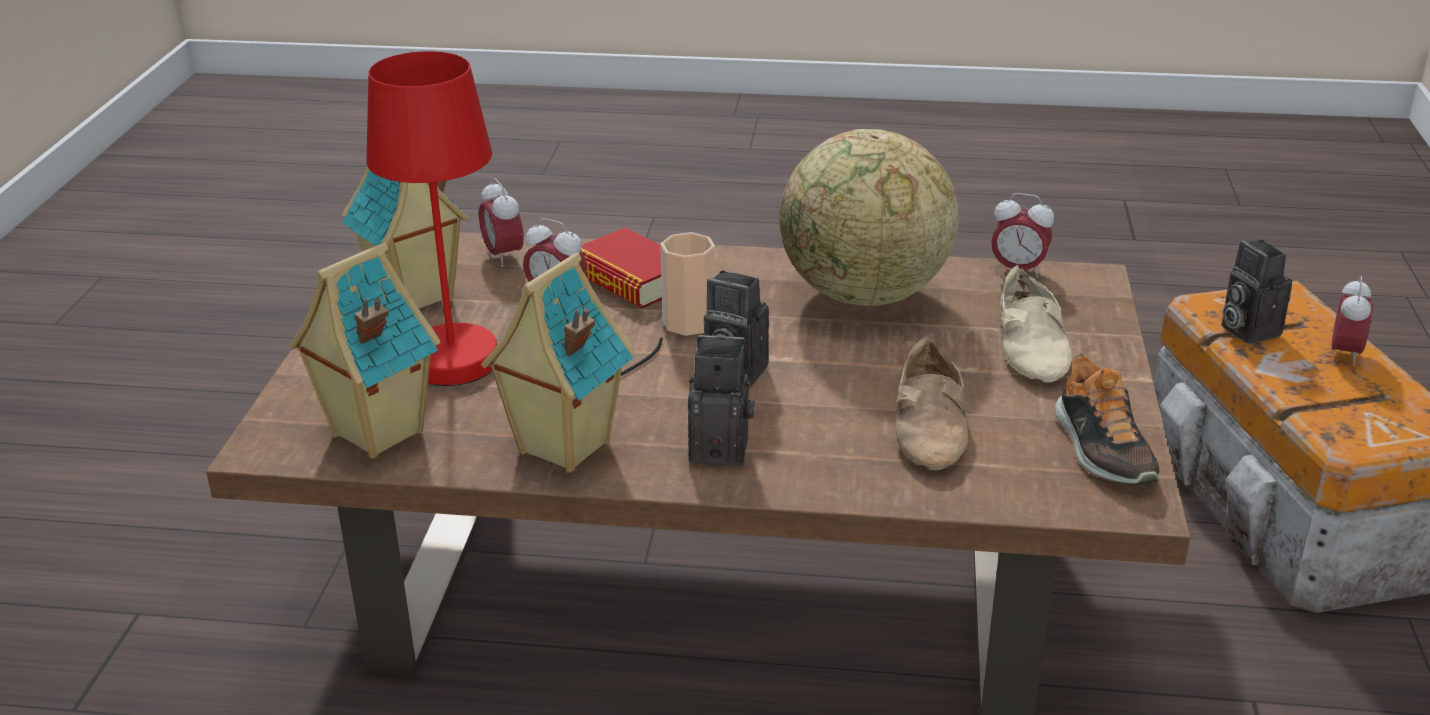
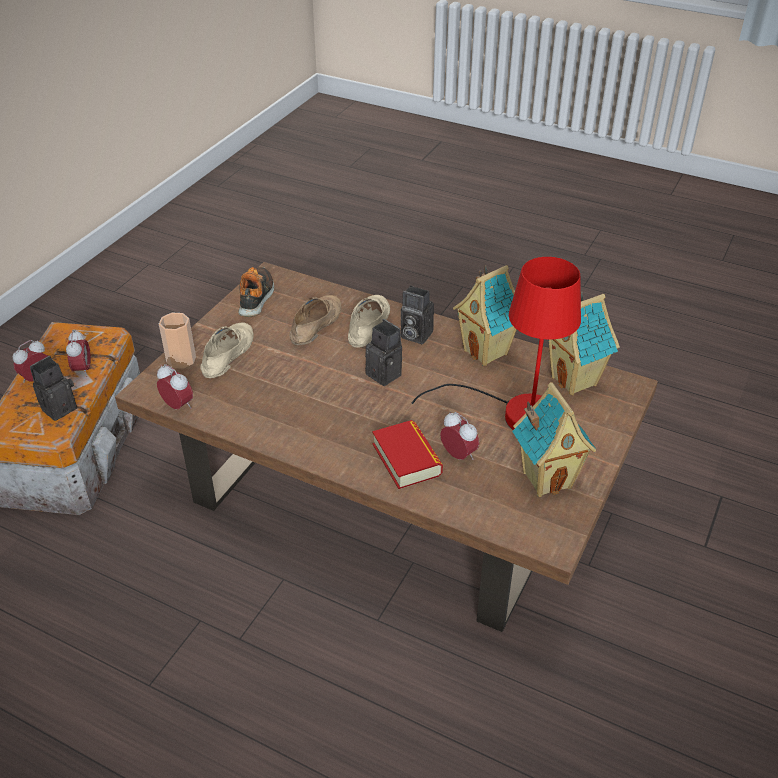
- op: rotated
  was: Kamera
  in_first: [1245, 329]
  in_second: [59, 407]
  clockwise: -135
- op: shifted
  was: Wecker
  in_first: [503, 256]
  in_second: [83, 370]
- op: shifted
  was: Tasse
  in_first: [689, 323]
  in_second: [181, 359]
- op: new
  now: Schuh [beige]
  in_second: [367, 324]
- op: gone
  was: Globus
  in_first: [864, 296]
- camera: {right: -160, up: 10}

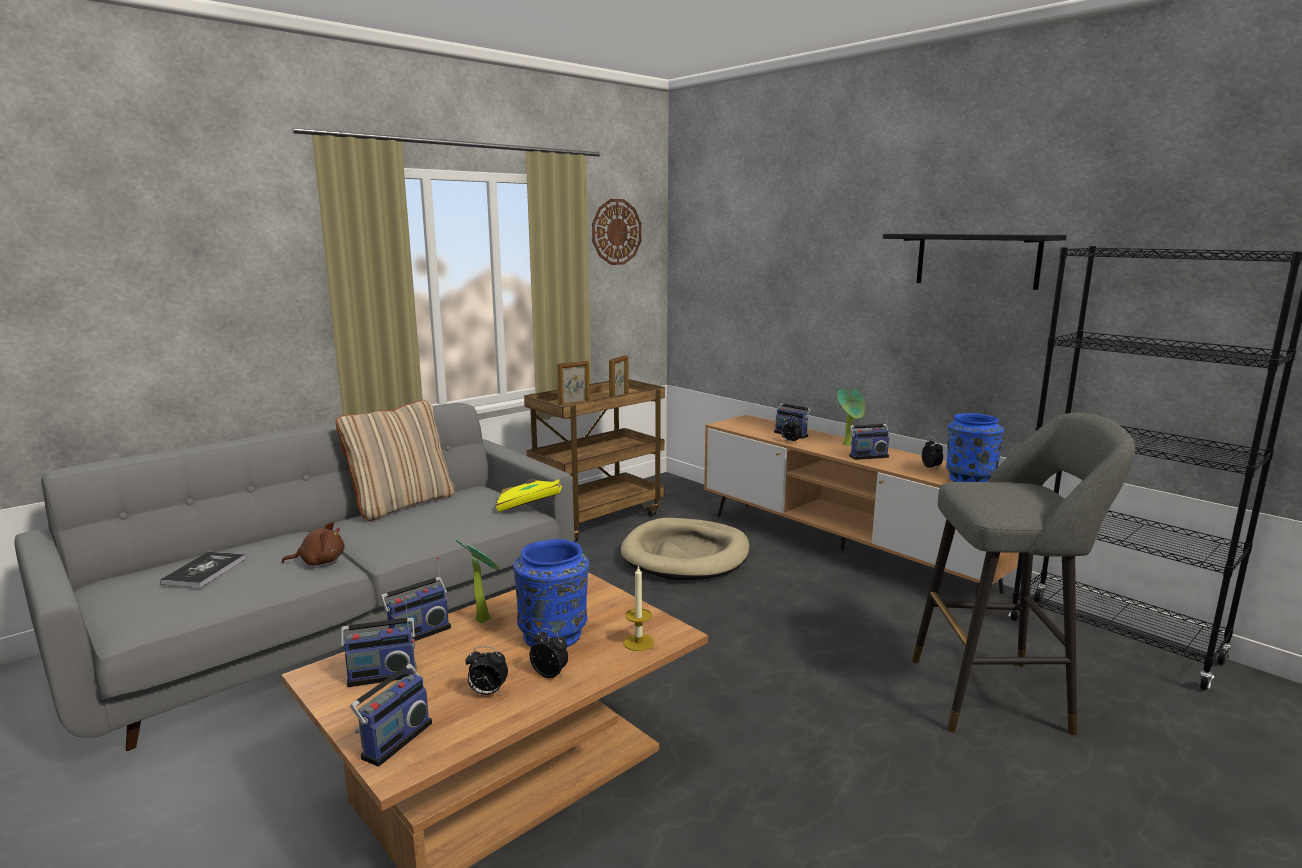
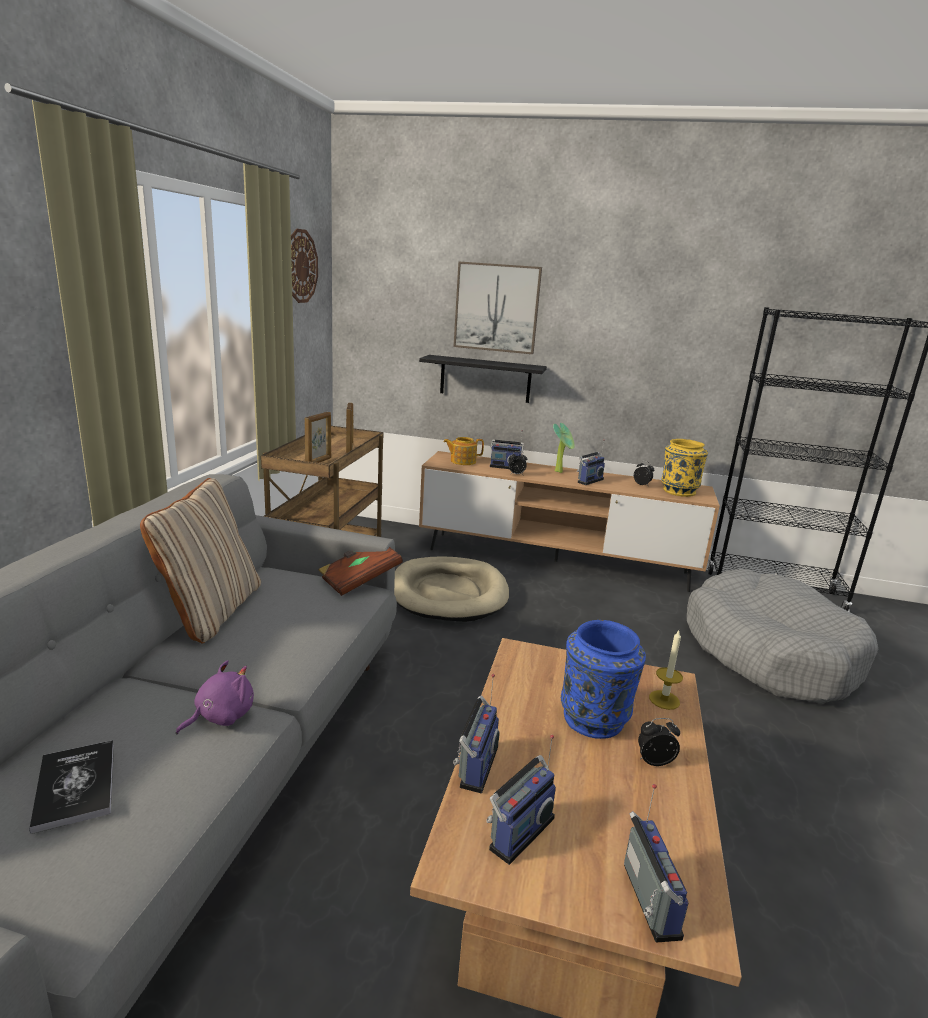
- op: repainted
  was: Plüschtier [braun]
  now: Plüschtier [lila]
  in_first: [320, 562]
  in_second: [221, 716]
- op: repainted
  was: Buch [gelb]
  now: Buch [braun]
  in_first: [531, 505]
  in_second: [360, 580]
- op: shifted
  was: Wandregal [schwarz]
  in_first: [977, 260]
  in_second: [485, 379]
- op: new
  now: Teekanne
  in_second: [462, 461]
- op: new
  now: Bild
  in_second: [497, 308]
- op: repainted
  was: Vase [blau]
  now: Vase [gelb]
  in_first: [969, 479]
  in_second: [678, 491]
- op: swapped
  was: Hocker [grau]
  now: Hundebett [grau]
  in_first: [998, 695]
  in_second: [769, 652]
- op: gone
  was: Topfpflanze
  in_first: [483, 618]
- op: gone
  was: Wecker
  in_first: [487, 693]
- camera: {right: -35, up: 5}

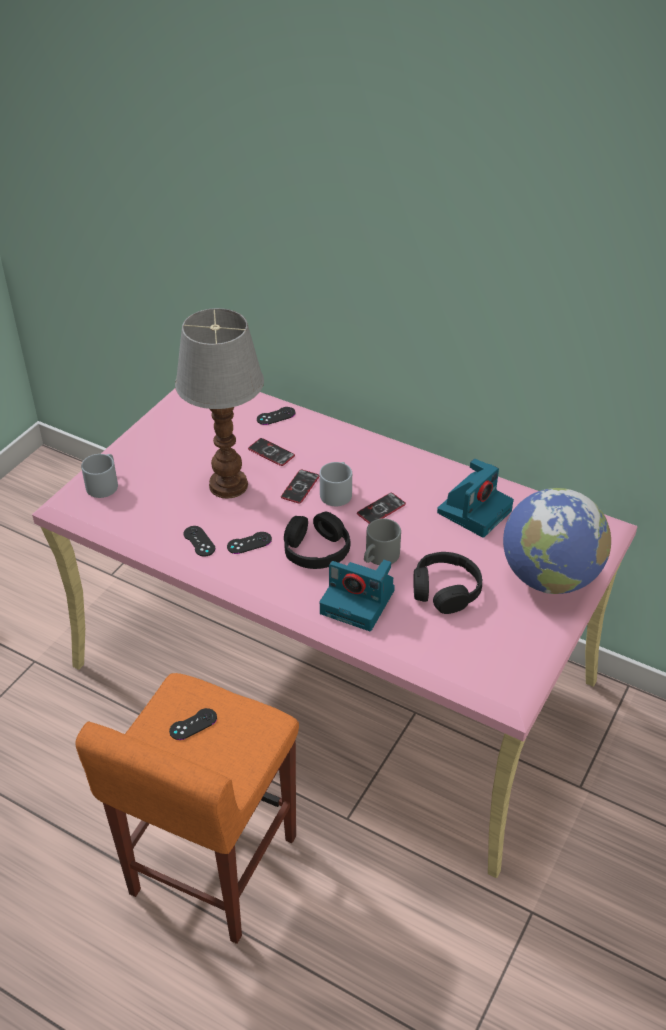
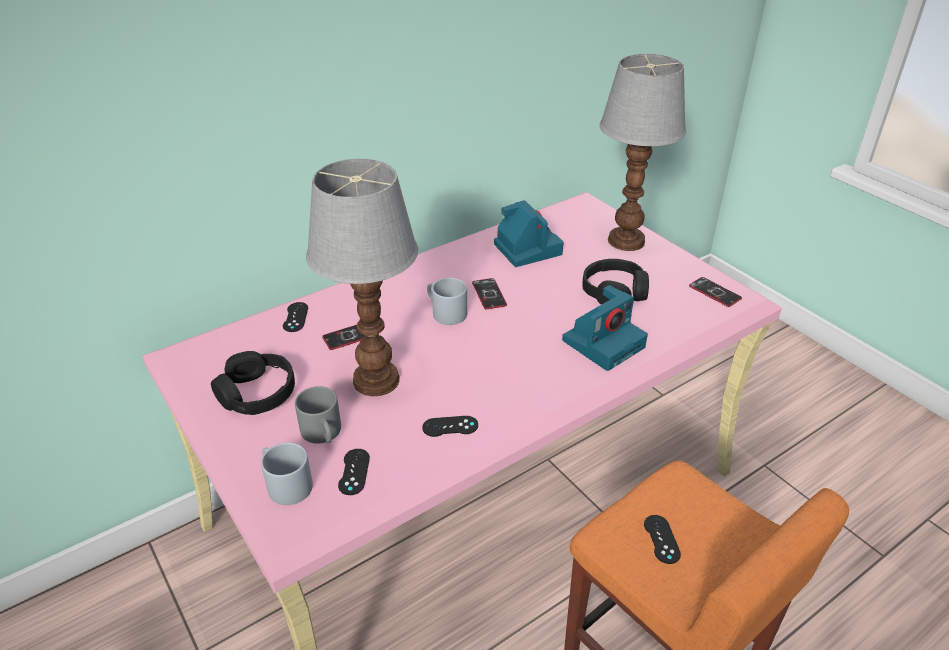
- op: shifted
  was: Kopfhörer [schwarz]
  in_first: [316, 550]
  in_second: [257, 393]
- op: shifted
  was: Henkelbecher [grau]
  in_first: [379, 557]
  in_second: [324, 433]
- op: shifted
  was: Gamepad [schwarz]
  in_first: [249, 543]
  in_second: [354, 472]
- op: swapped
  was: Globus
  now: Tischlampe
  in_first: [549, 577]
  in_second: [627, 240]
- op: shifted
  was: Handy
  in_first: [300, 487]
  in_second: [714, 292]
- camera: {right: -65, up: -5}

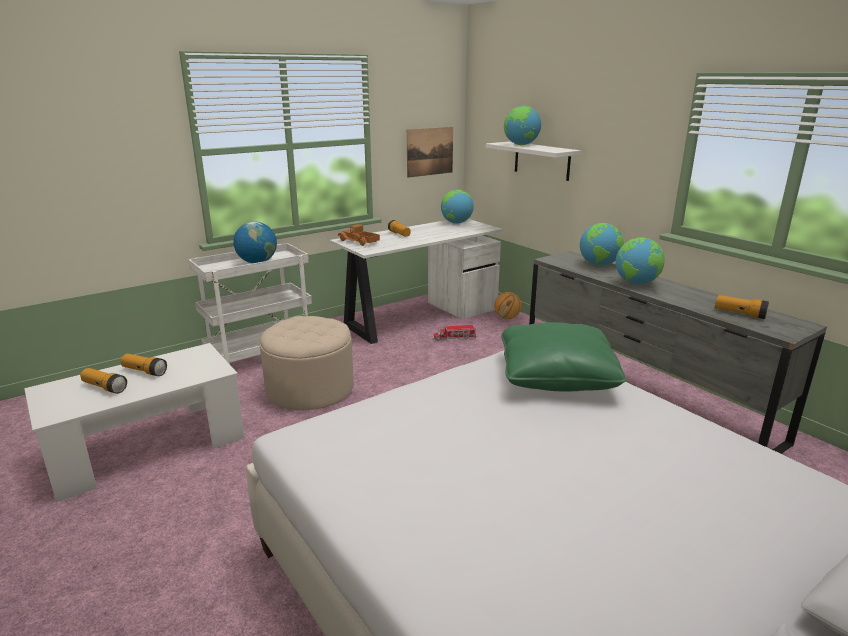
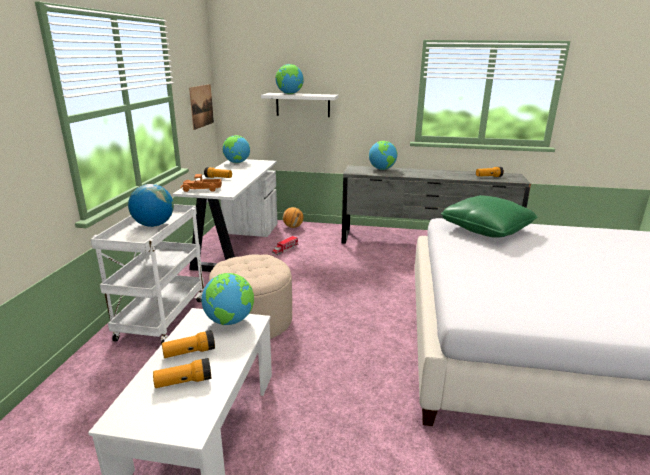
- op: shifted
  was: Globus
  in_first: [636, 283]
  in_second: [230, 321]
- camera: {right: -45, up: 0}

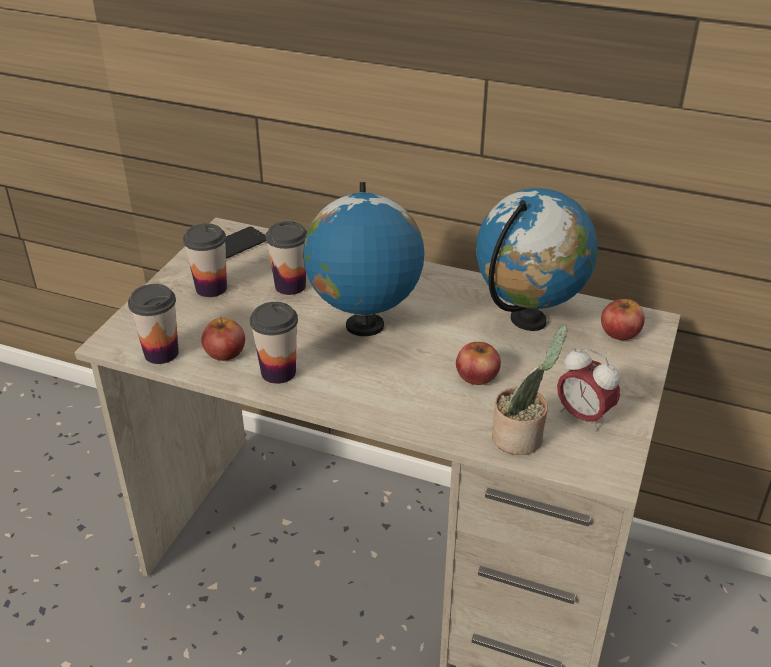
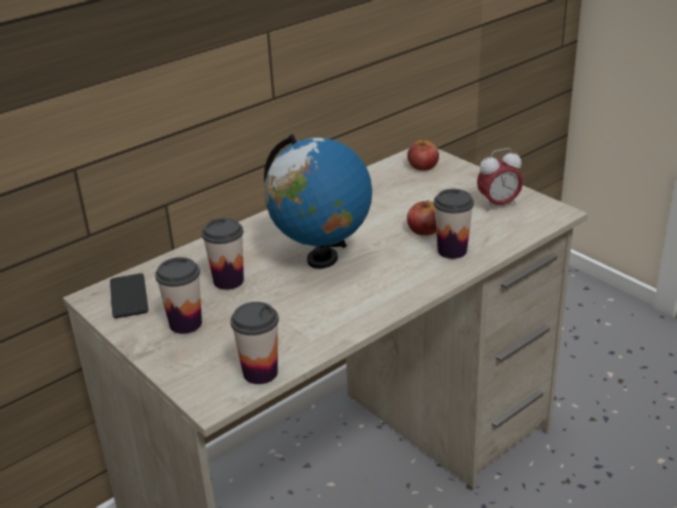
- op: shifted
  was: Tasse
  in_first: [278, 372]
  in_second: [452, 250]
- op: gone
  was: Apfel
  in_first: [225, 351]
- op: gone
  was: Globus
  in_first: [528, 320]
- op: gone
  was: Topfpflanze
  in_first: [521, 438]
- camera: {right: -60, up: -5}

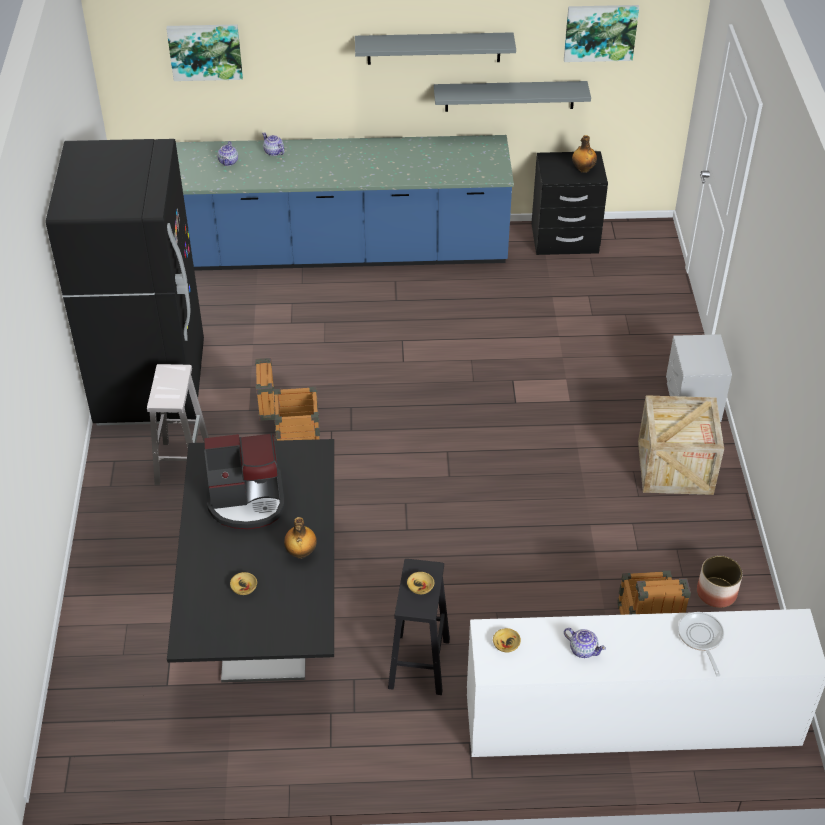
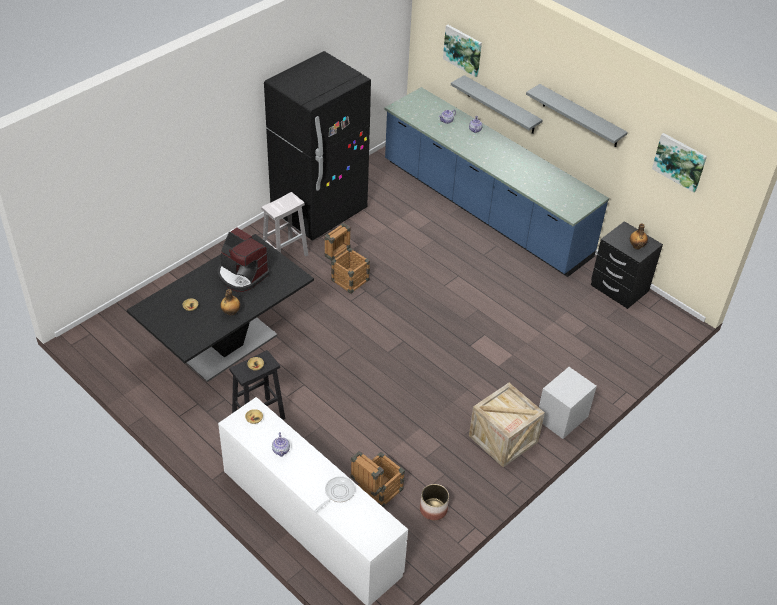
- op: shifted
  was: Wandregal [grau]
  in_first: [509, 96]
  in_second: [501, 105]
- camera: {right: 45, up: 0}

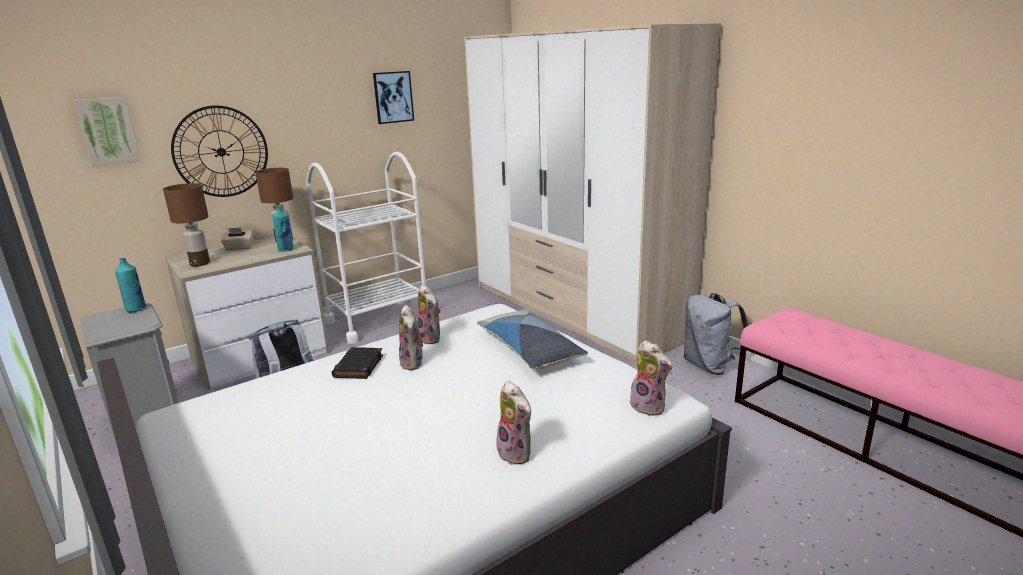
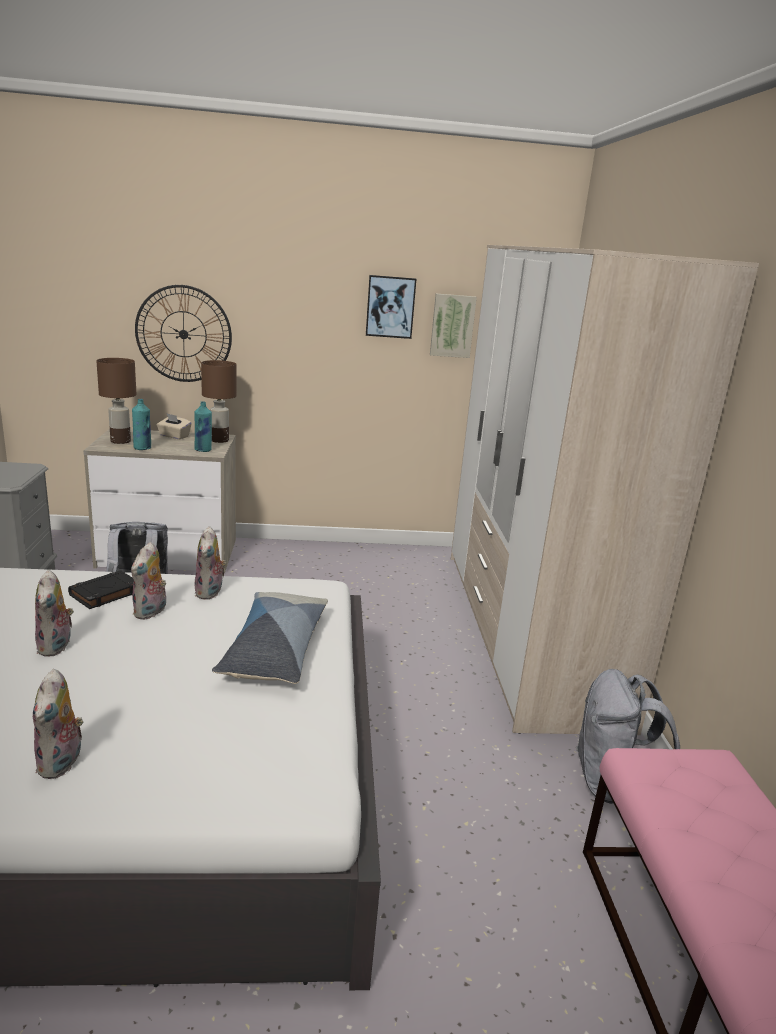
- op: shifted
  was: Plüschtier
  in_first: [649, 407]
  in_second: [56, 647]
- op: shifted
  was: Flasche [türkis]
  in_first: [136, 309]
  in_second: [142, 448]
- op: shifted
  was: Bild
  in_first: [107, 131]
  in_second: [452, 325]
- op: gone
  was: Rollwagen [weiß]
  in_first: [378, 320]
- camera: {right: 30, up: 0}

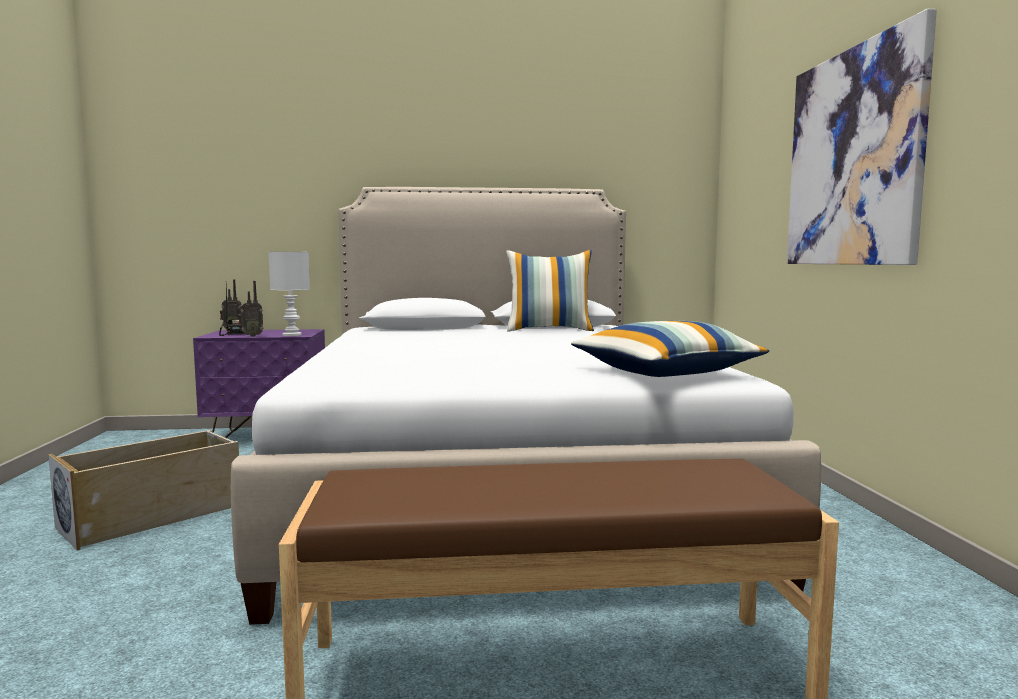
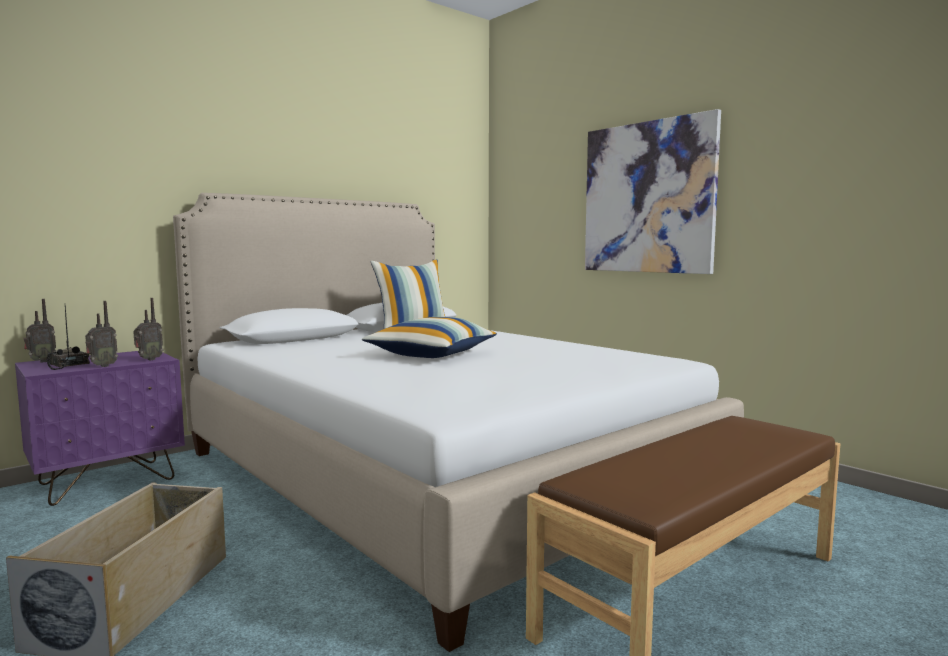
- op: swapped
  was: Tischlampe [weiß]
  now: Radio
  in_first: [292, 335]
  in_second: [148, 359]
- op: shifted
  was: Kissen
  in_first: [665, 373]
  in_second: [431, 354]
- camera: {right: -35, up: 0}

